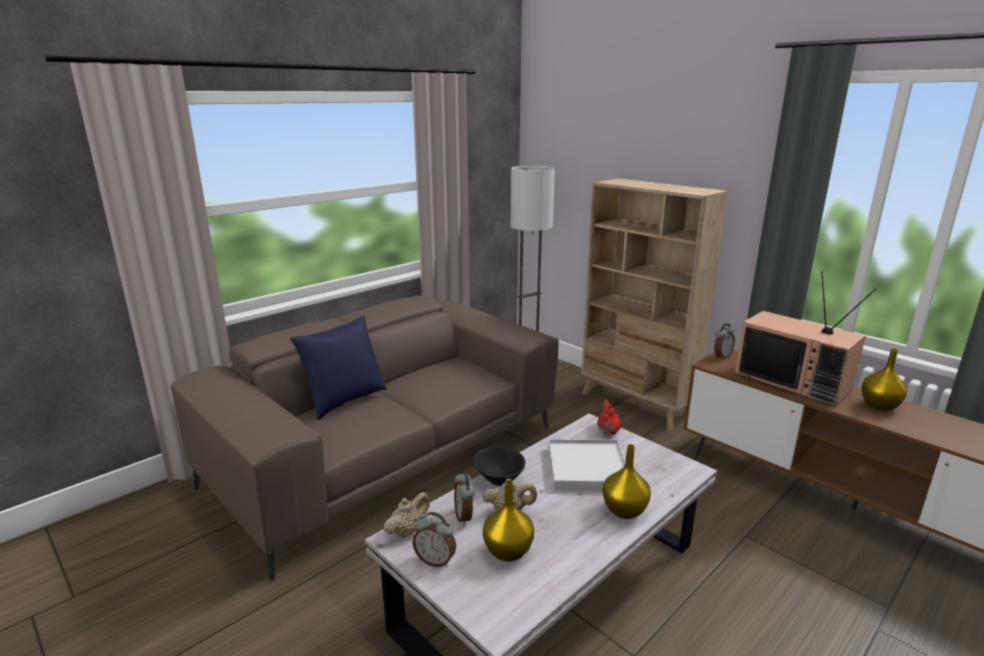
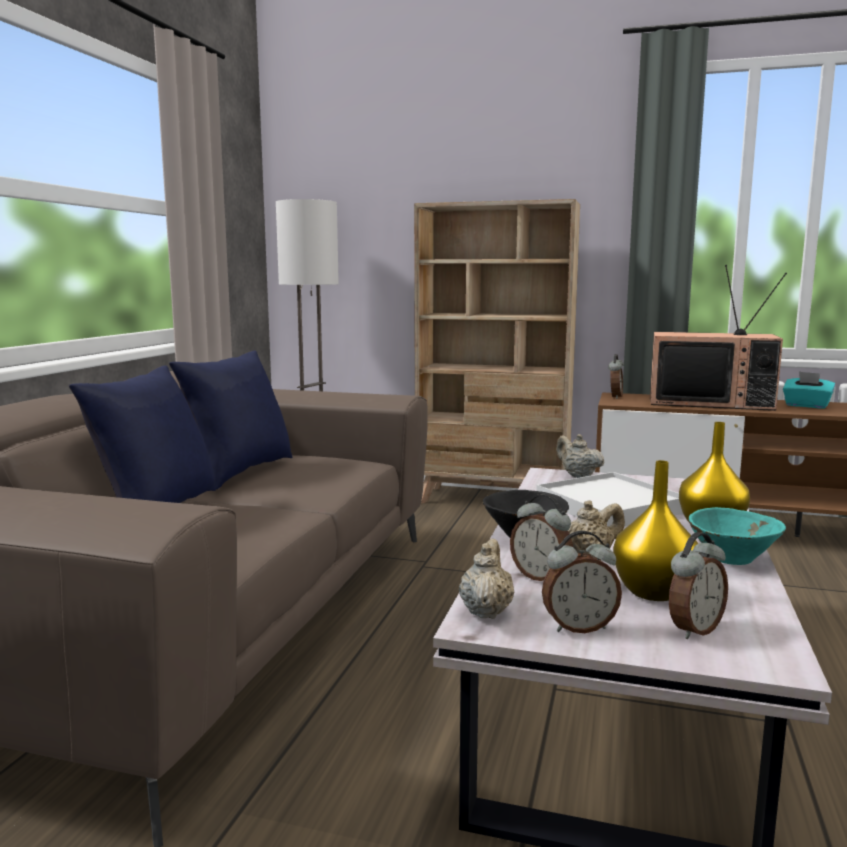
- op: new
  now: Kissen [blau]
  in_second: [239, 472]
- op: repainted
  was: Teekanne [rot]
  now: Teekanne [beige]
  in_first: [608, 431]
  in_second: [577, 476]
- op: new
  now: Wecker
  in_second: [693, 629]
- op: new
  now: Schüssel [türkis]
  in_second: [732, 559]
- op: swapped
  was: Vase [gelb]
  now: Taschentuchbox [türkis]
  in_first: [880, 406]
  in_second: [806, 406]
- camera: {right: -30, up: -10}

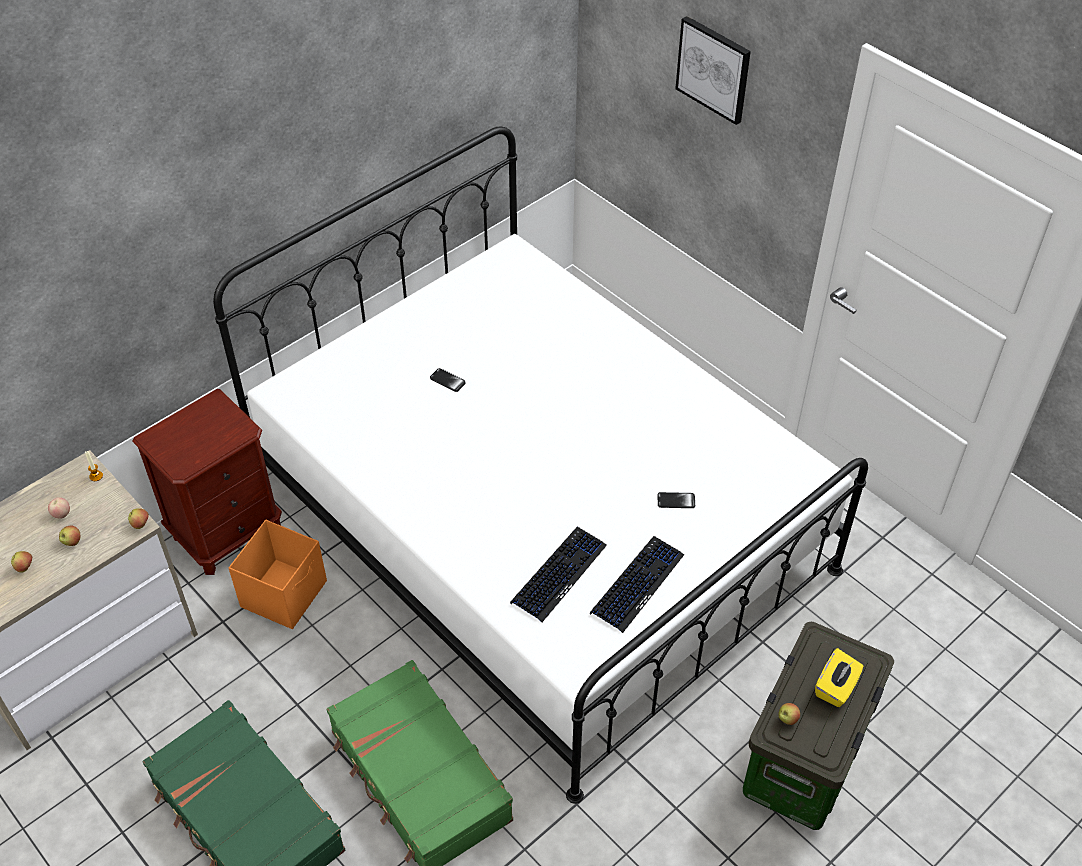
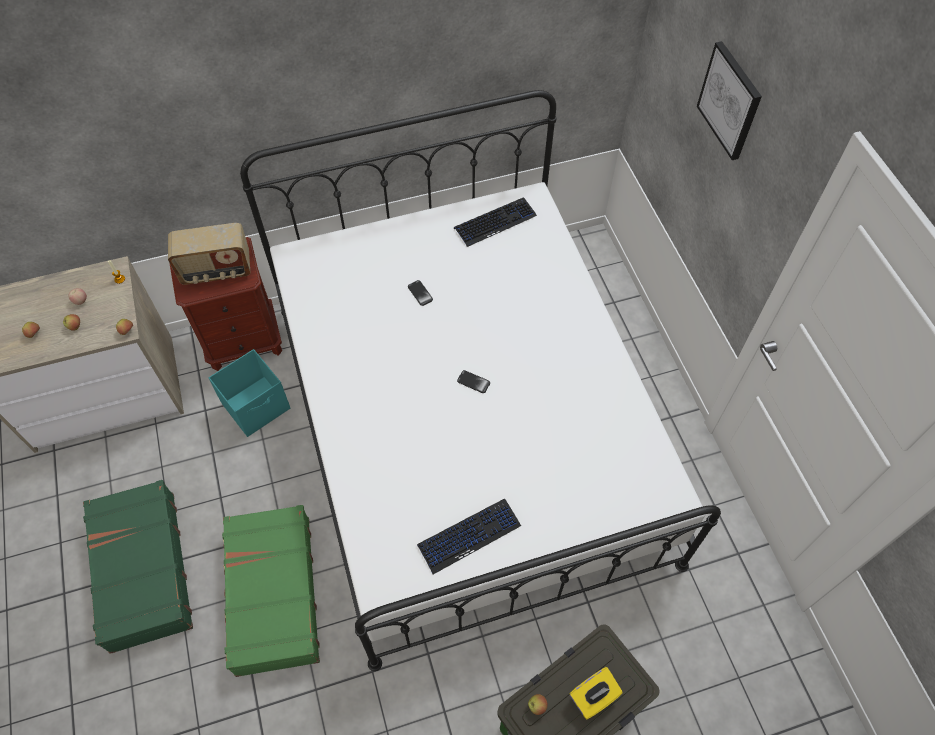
- op: new
  now: Radio
  in_second: [216, 271]
- op: repainted
  was: Aufbewahrungsbox [orange]
  now: Aufbewahrungsbox [türkis]
  in_first: [285, 593]
  in_second: [257, 406]
- op: shifted
  was: Tastatur
  in_first: [559, 574]
  in_second: [495, 222]
- op: shifted
  was: Handy
  in_first: [676, 501]
  in_second: [473, 382]
- camera: {right: 25, up: 10}

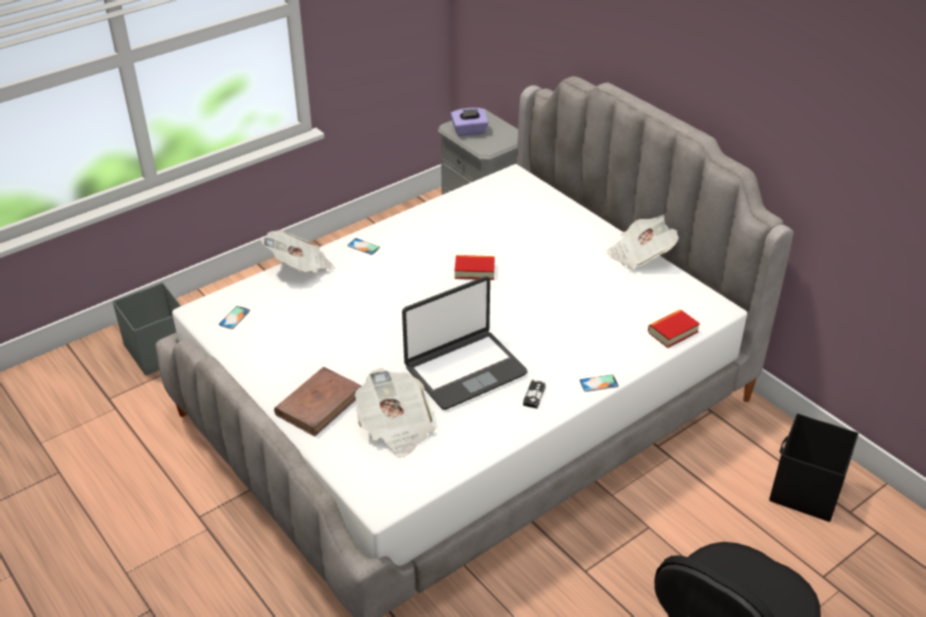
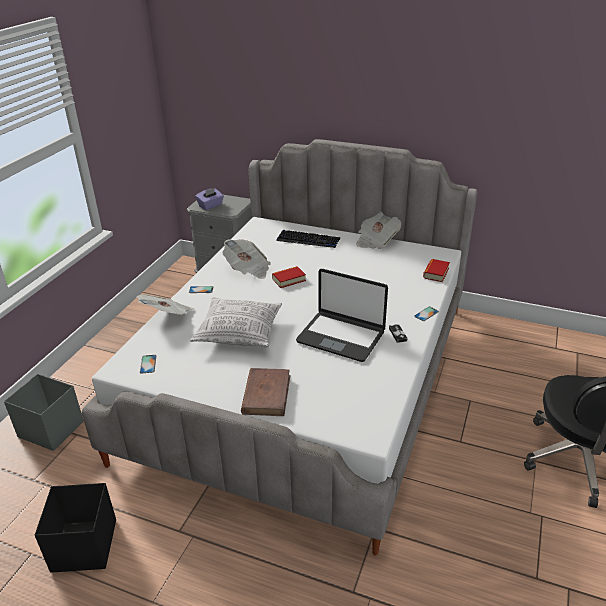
- op: shifted
  was: Aufbewahrungsbox [schwarz]
  in_first: [805, 490]
  in_second: [83, 546]
- op: new
  now: Kissen
  in_second: [239, 332]
- op: shifted
  was: Zeitung
  in_first: [396, 428]
  in_second: [248, 270]
- op: new
  now: Tastatur
  in_second: [308, 240]
- op: rotated
  was: Laptop
  in_first: [464, 370]
  in_second: [341, 336]
  clockwise: 90
- camera: {right: -30, up: -5}

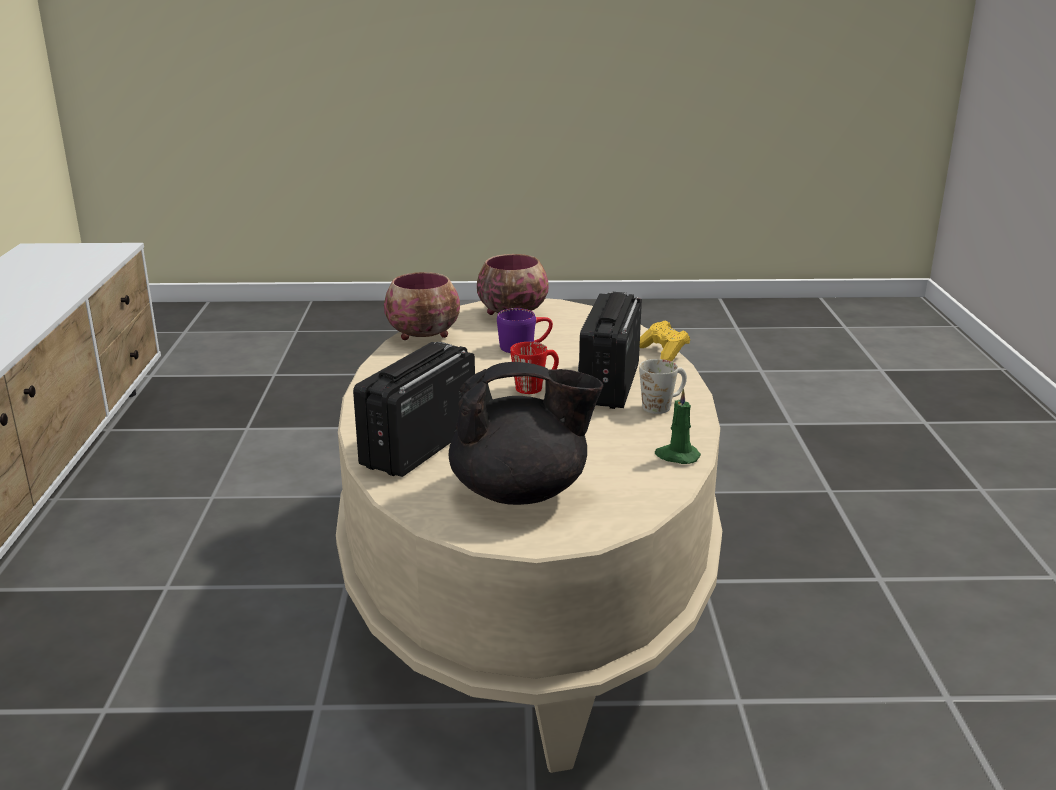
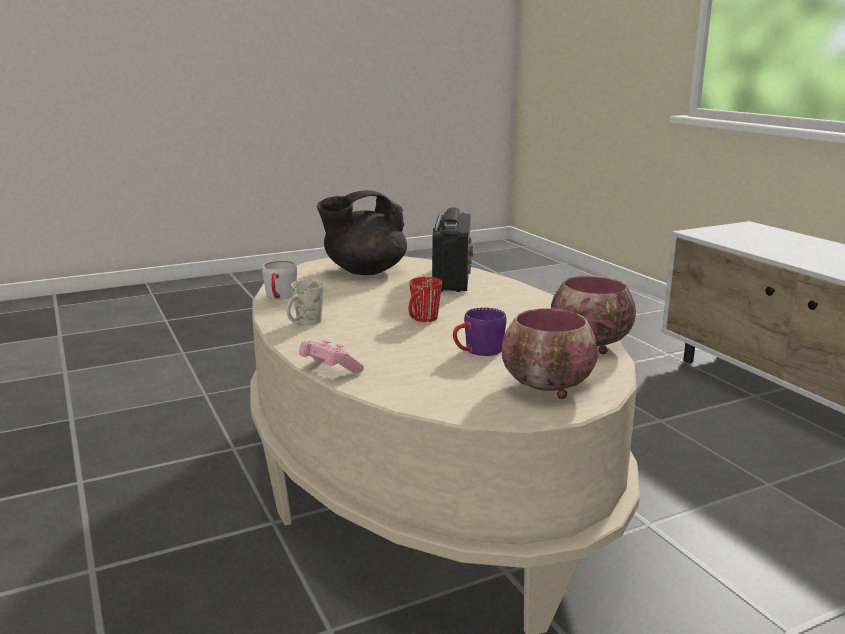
- op: swapped
  was: Kerze [grün]
  now: Henkelbecher [grau]
  in_first: [676, 456]
  in_second: [280, 297]
- op: repainted
  was: Gamepad [gelb]
  now: Gamepad [rosa]
  in_first: [663, 353]
  in_second: [329, 370]
- op: gone
  was: Radio
  in_first: [609, 385]
- camera: {right: 155, up: -5}

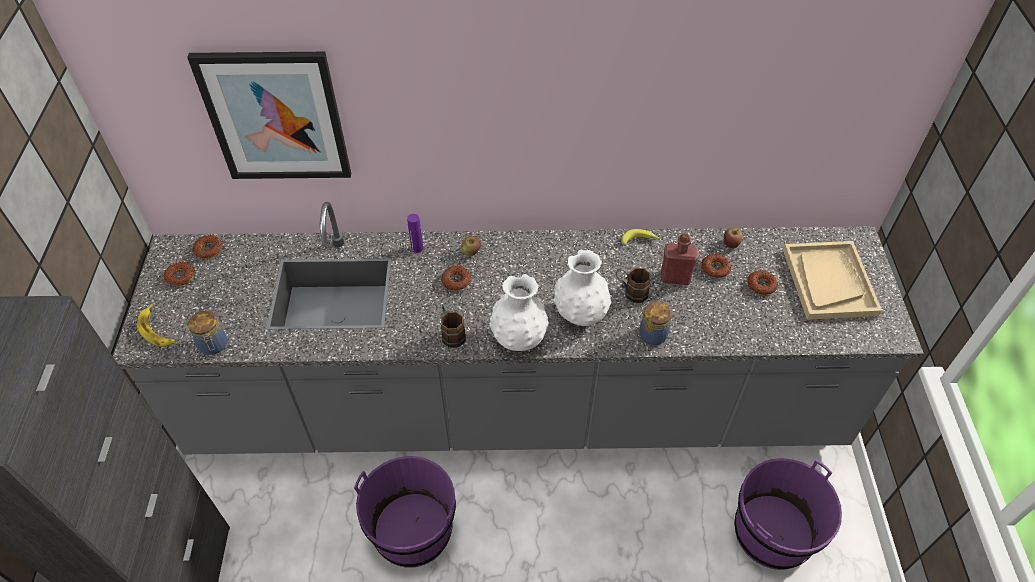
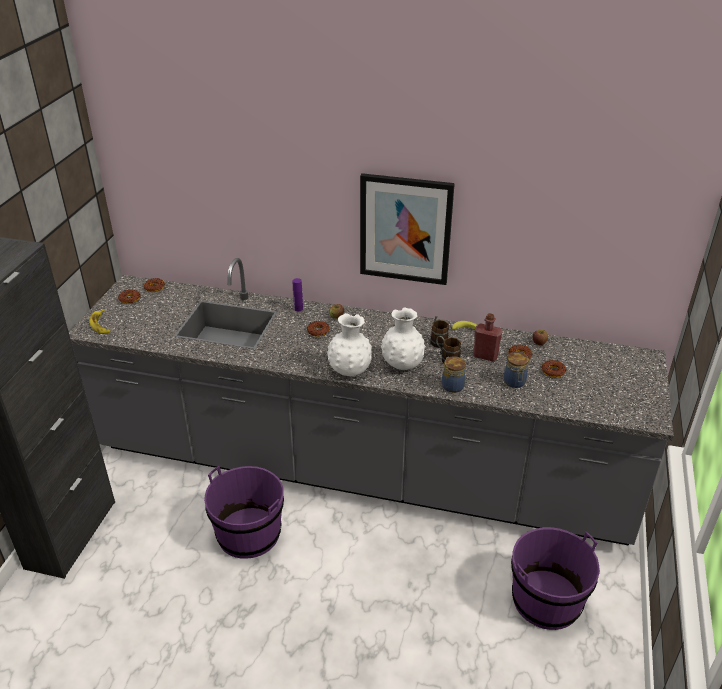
- op: shifted
  was: Bild
  in_first: [276, 117]
  in_second: [405, 229]
- op: shifted
  was: Henkelbecher [braun]
  in_first: [451, 333]
  in_second: [438, 340]
- op: shifted
  was: Vorratsglas
  in_first: [213, 345]
  in_second: [514, 382]
- op: gone
  was: Tablett [beige]
  in_first: [828, 281]
- camera: {right: 15, up: -15}

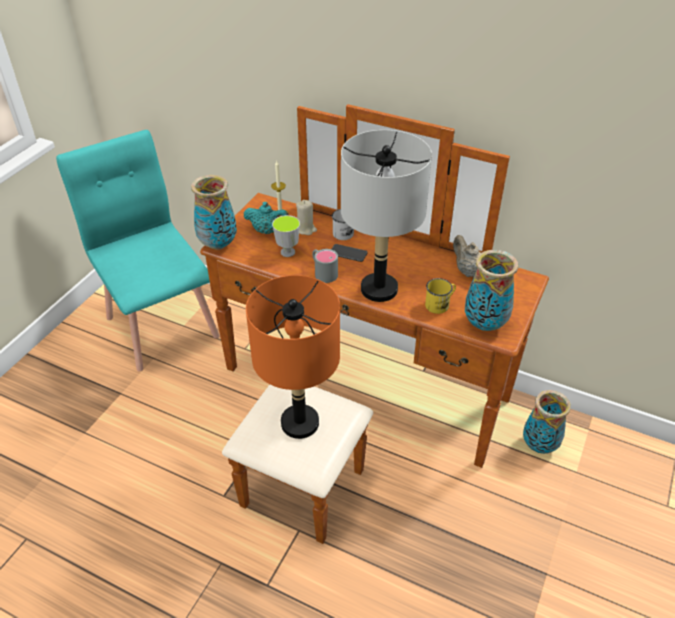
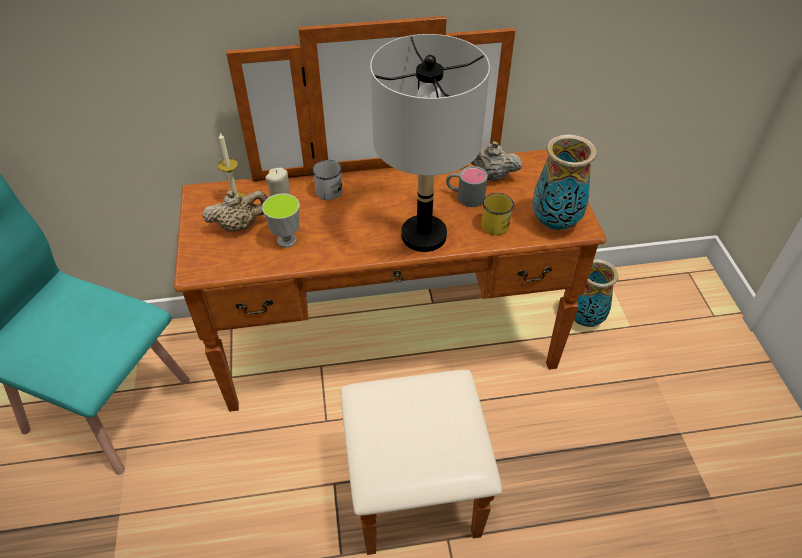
- op: repainted
  was: Teekanne [türkis]
  now: Teekanne [beige]
  in_first: [268, 231]
  in_second: [240, 226]
- op: shifted
  was: Henkelbecher [grau]
  in_first: [323, 272]
  in_second: [464, 196]
- op: gone
  was: Vase
  in_first: [218, 244]
- op: gone
  was: Tischlampe [orange]
  in_first: [300, 423]
- op: gone
  was: Handy
  in_first: [348, 253]
- camera: {right: -35, up: 5}

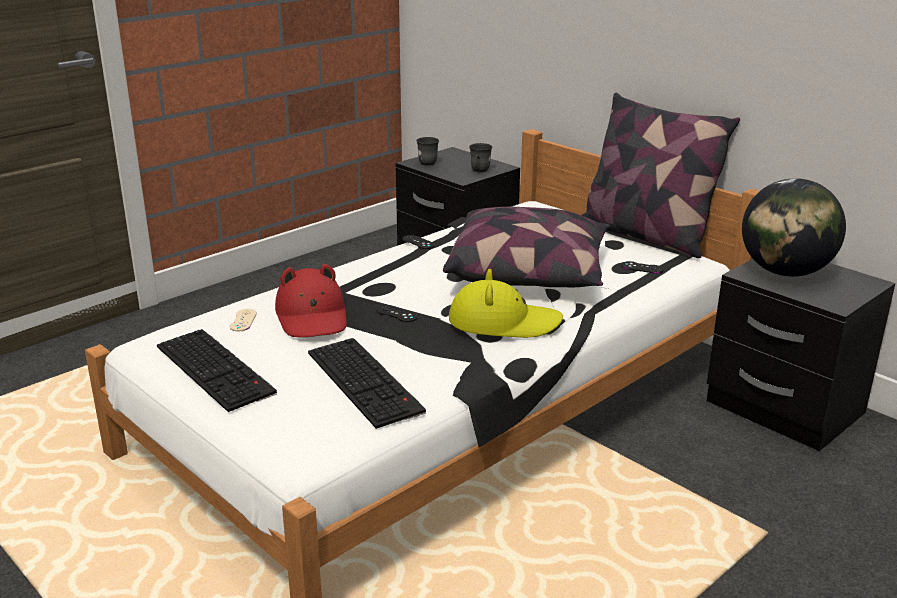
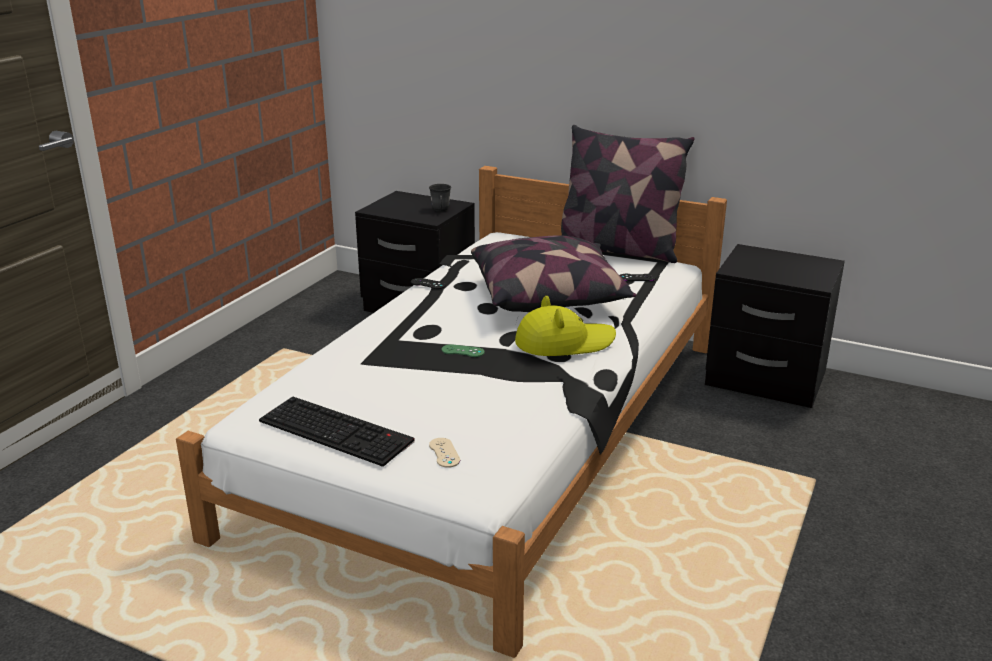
- op: shifted
  was: Gamepad [beige]
  in_first: [243, 320]
  in_second: [444, 453]
- op: repainted
  was: Gamepad [schwarz]
  now: Gamepad [grün]
  in_first: [397, 314]
  in_second: [463, 351]
- op: gone
  was: Hut [rot]
  in_first: [312, 317]
- op: gone
  was: Tastatur
  in_first: [367, 382]
- op: gone
  was: Henkelbecher [grau]
  in_first: [426, 162]
- op: gone
  was: Globus
  in_first: [785, 272]
- camera: {right: -20, up: 0}

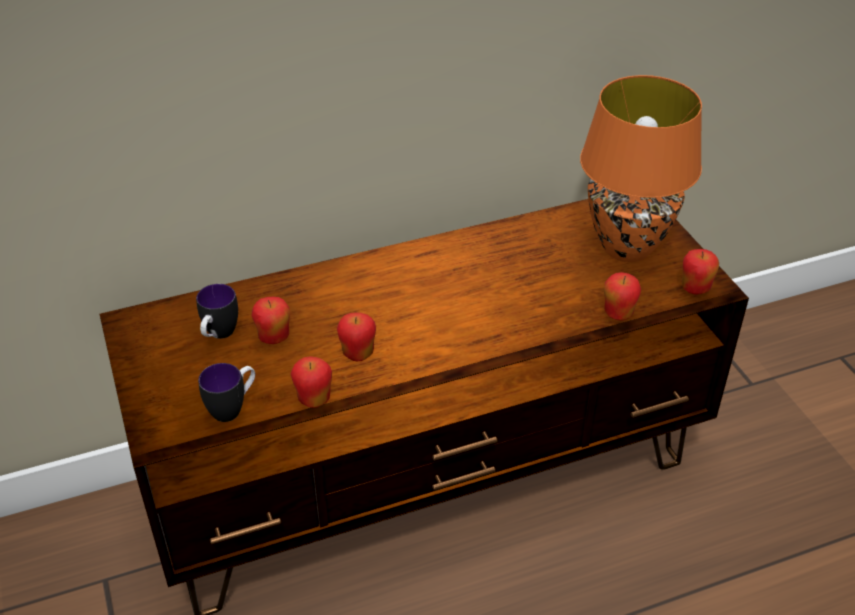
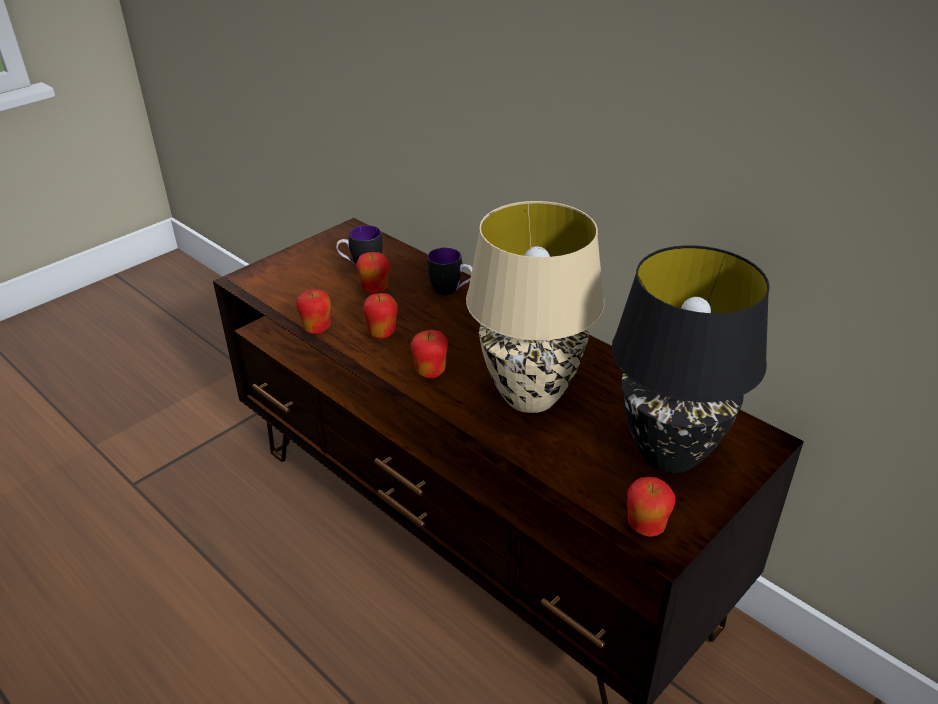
- op: shifted
  was: Apfel
  in_first: [618, 314]
  in_second: [430, 372]
- op: shifted
  was: Henkelbecher
  in_first: [233, 408]
  in_second: [451, 291]
- op: new
  now: Tischlampe [beige]
  in_second: [531, 396]
- op: repainted
  was: Tischlampe [orange]
  now: Tischlampe [schwarz]
  in_first: [627, 247]
  in_second: [671, 454]
- camera: {right: 65, up: -5}

